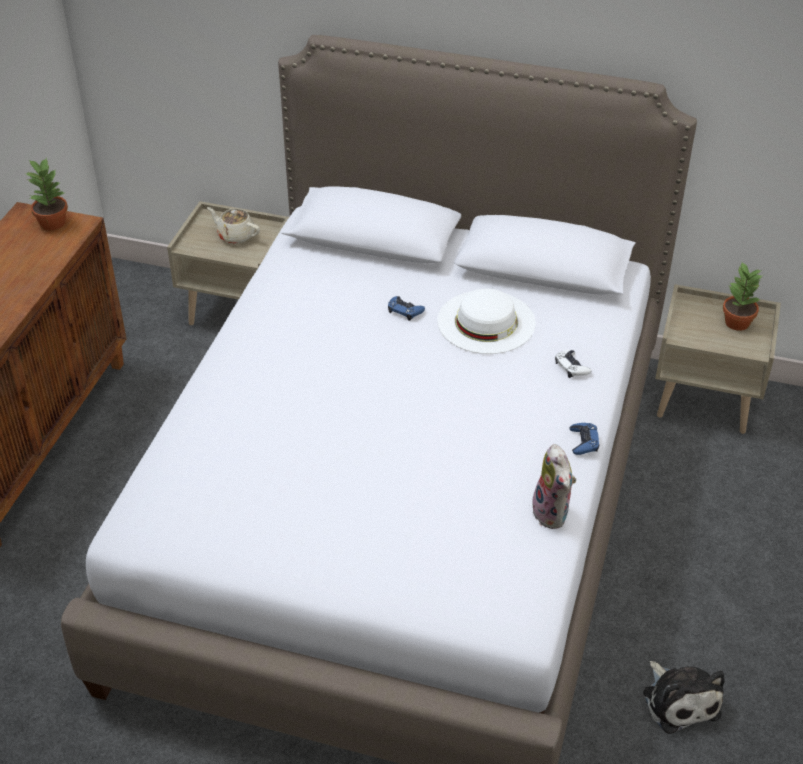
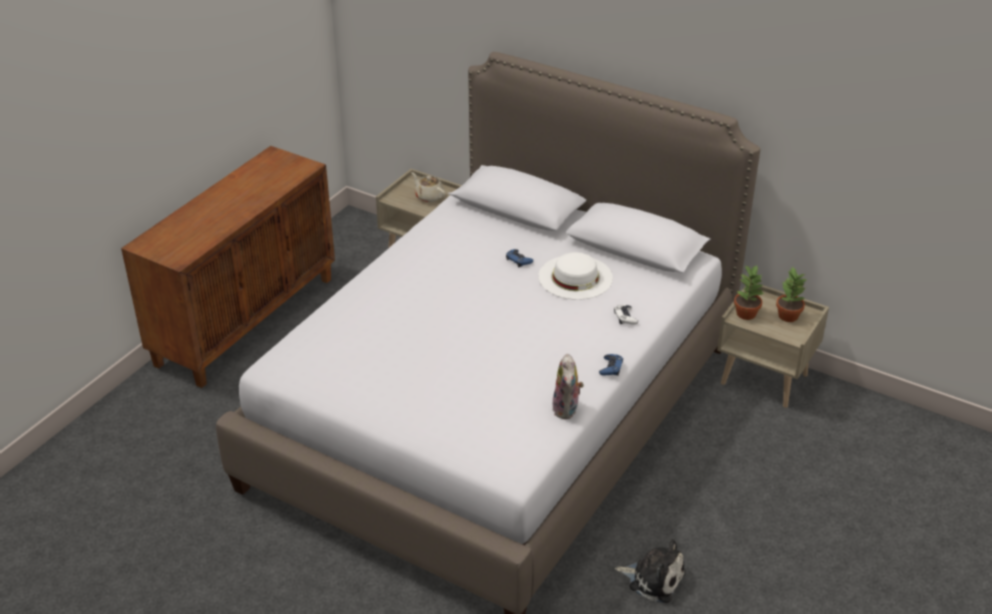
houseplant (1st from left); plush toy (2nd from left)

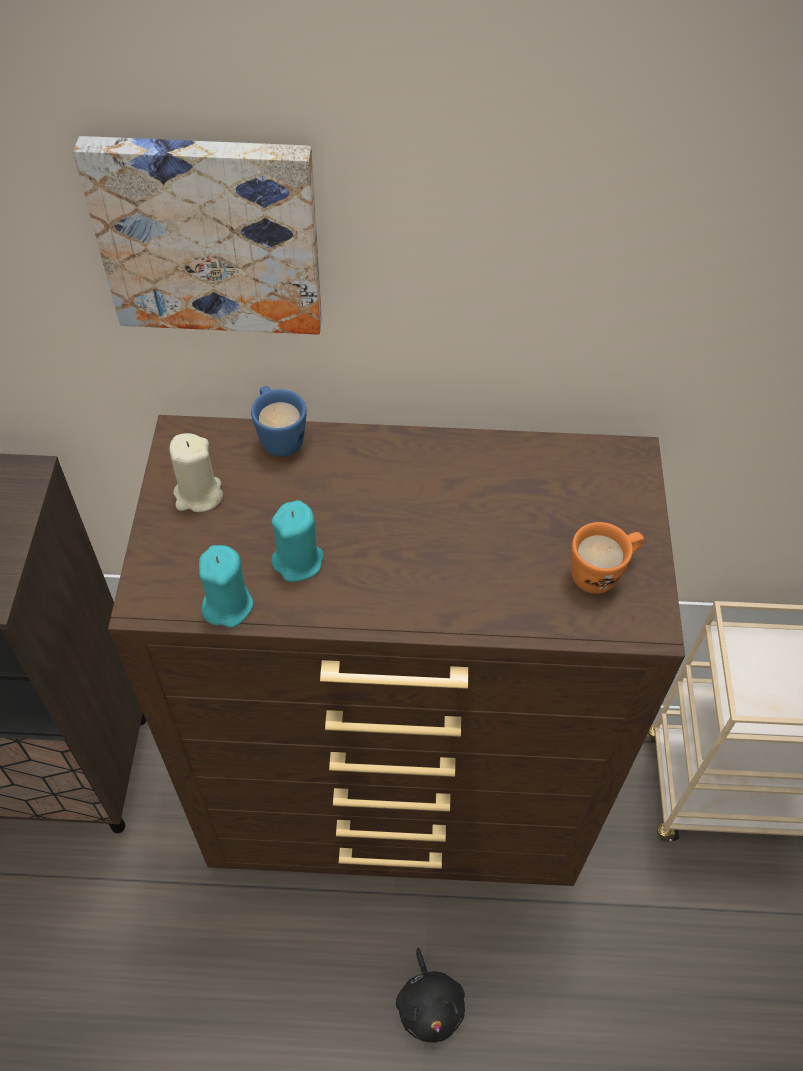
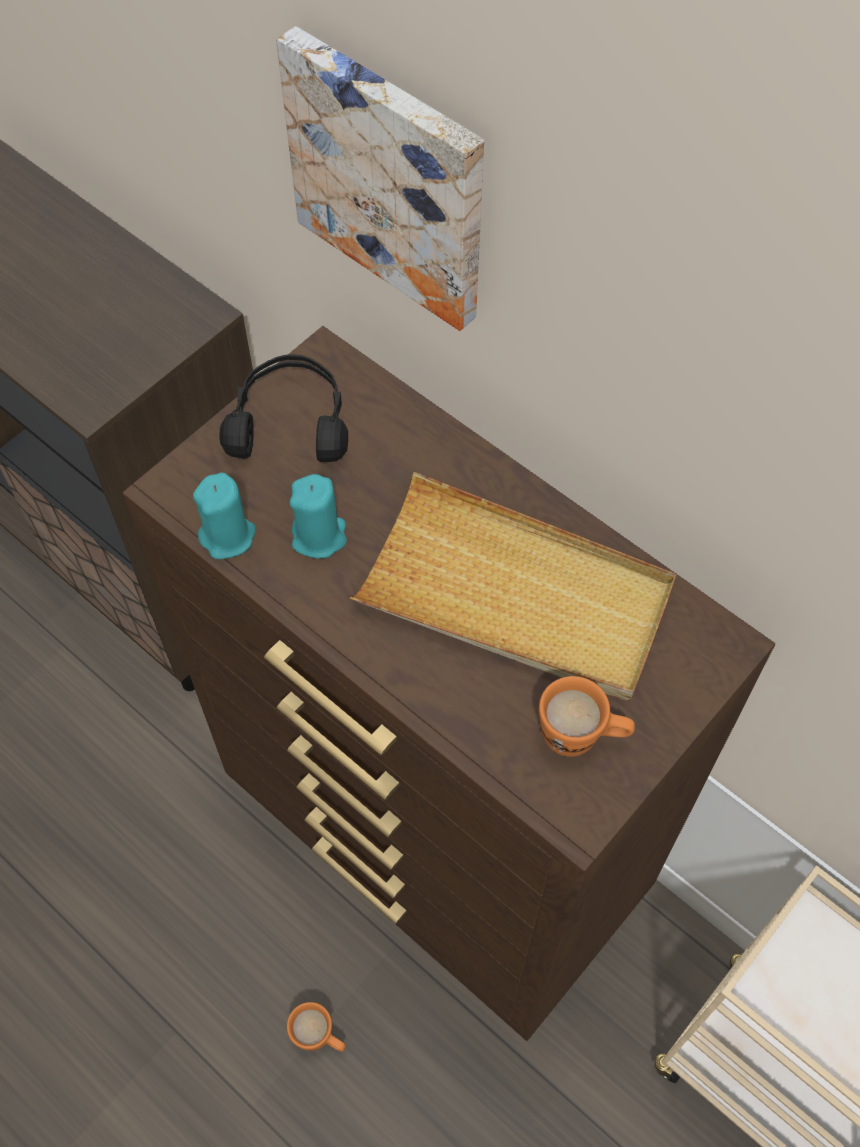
black-coloured headphones; blue tea mug; orange-coloured tea mug (1st from left); beige serving tray

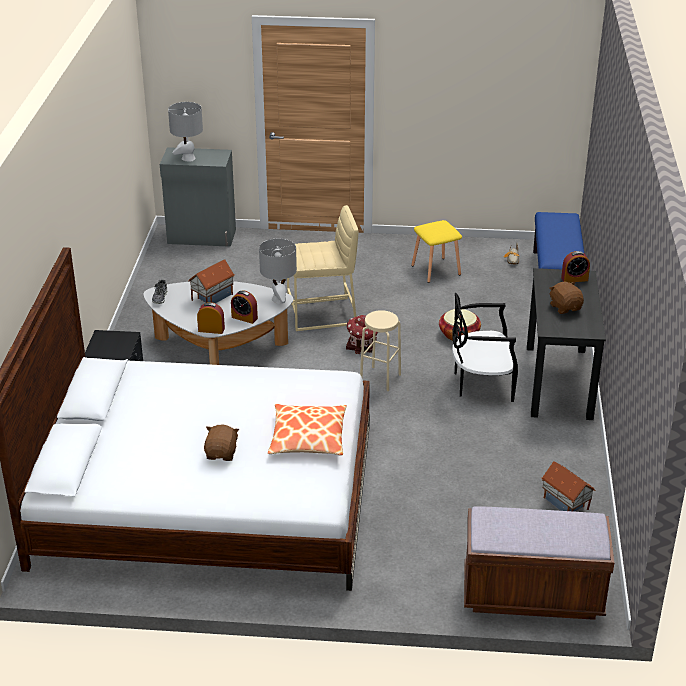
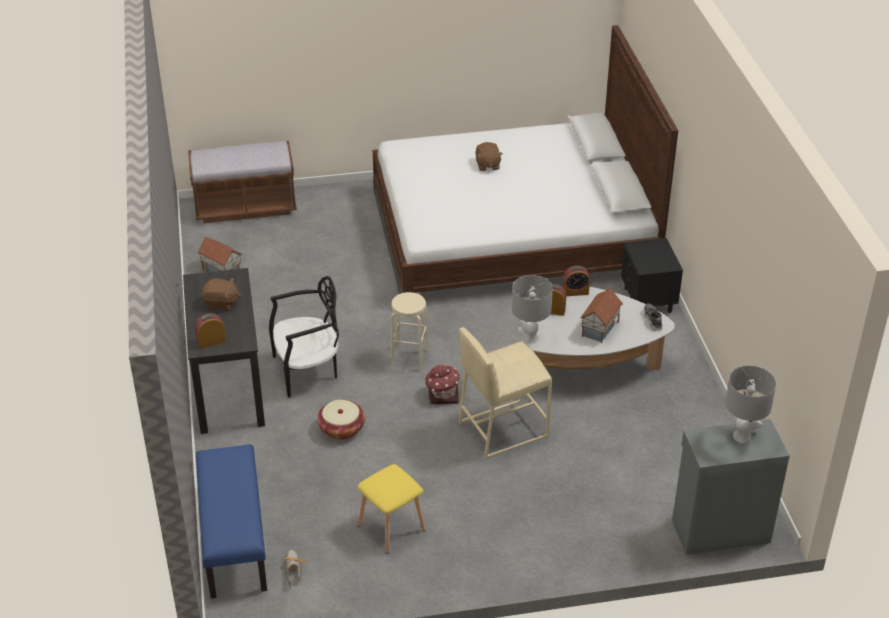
cushion; brownish plush toy (1st from left)

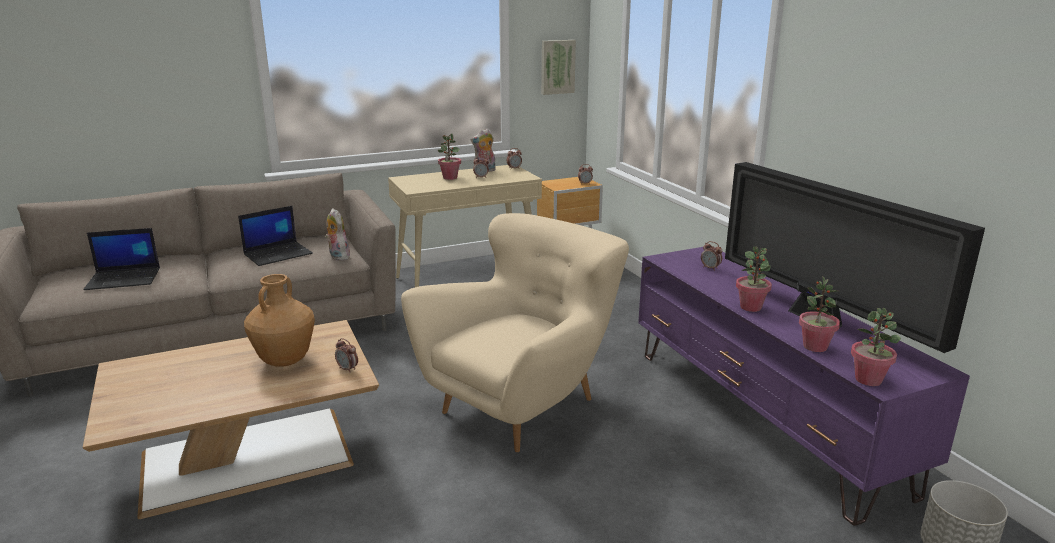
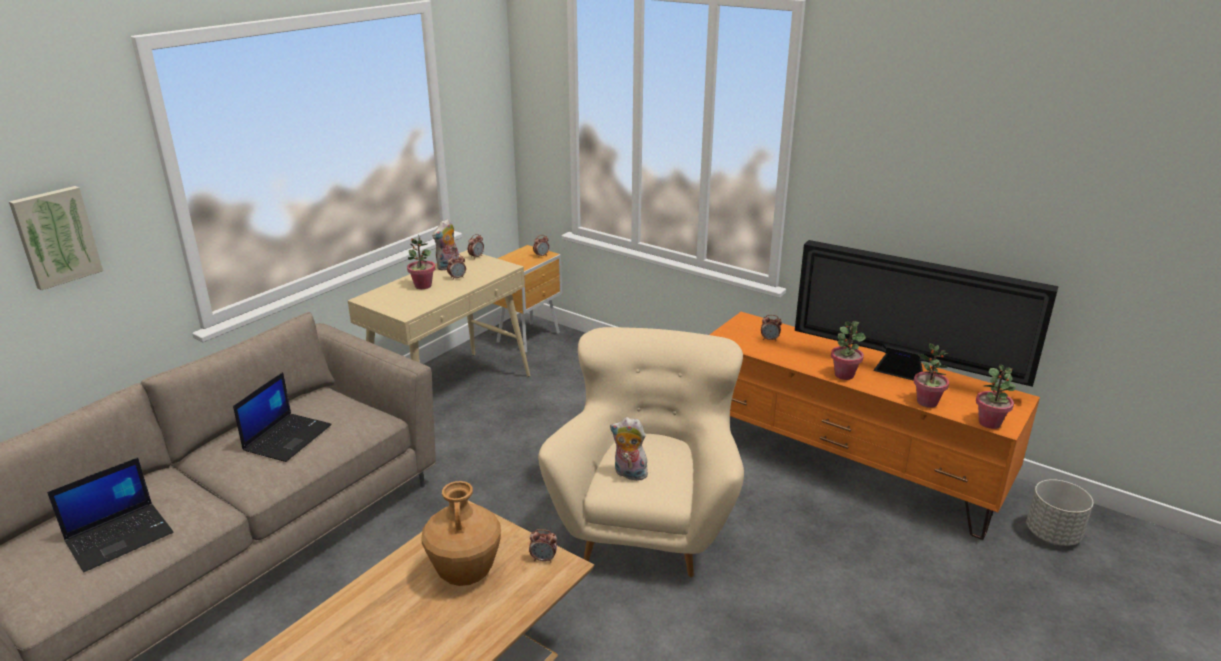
plush toy (2nd from left); wall picture; orange-coloured tv stand

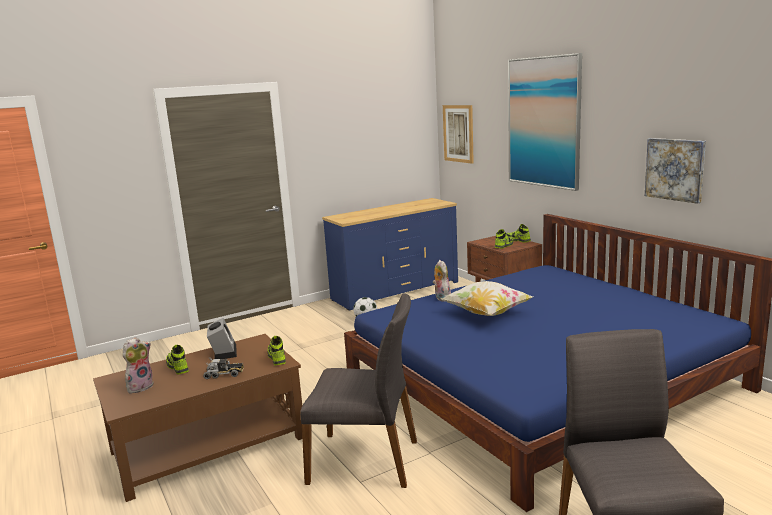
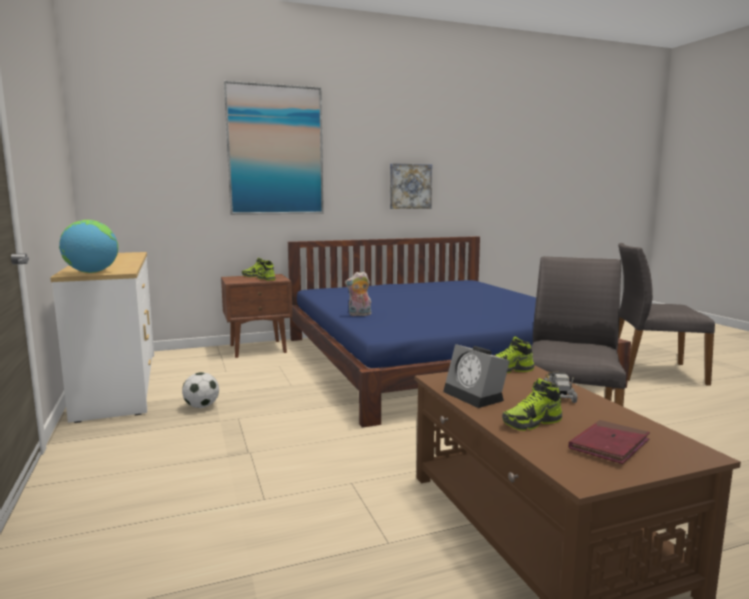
reddish volume; alarm clock; white-coloured dresser; cushion; wall picture (1st from left in the first image); globe

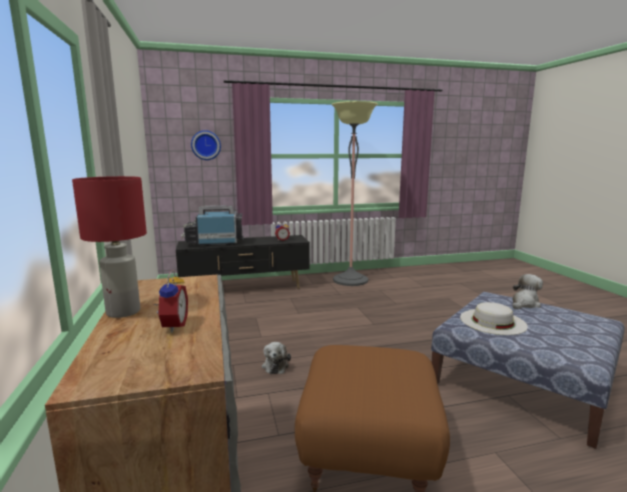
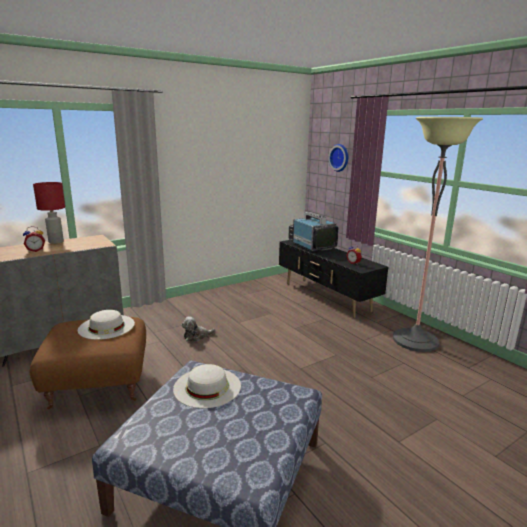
plush toy (2nd from left in the first image); white-coloured clothing hat (1st from left)

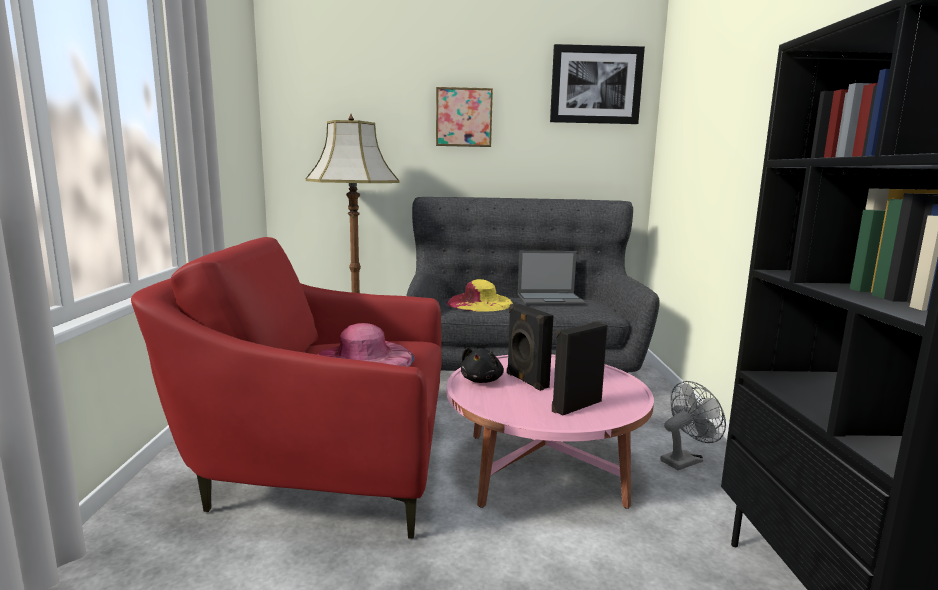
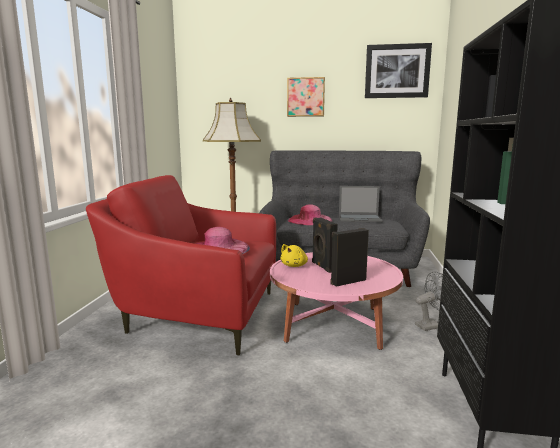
pink-coloured clothing hat (2nd from left); yellow-coloured plush toy

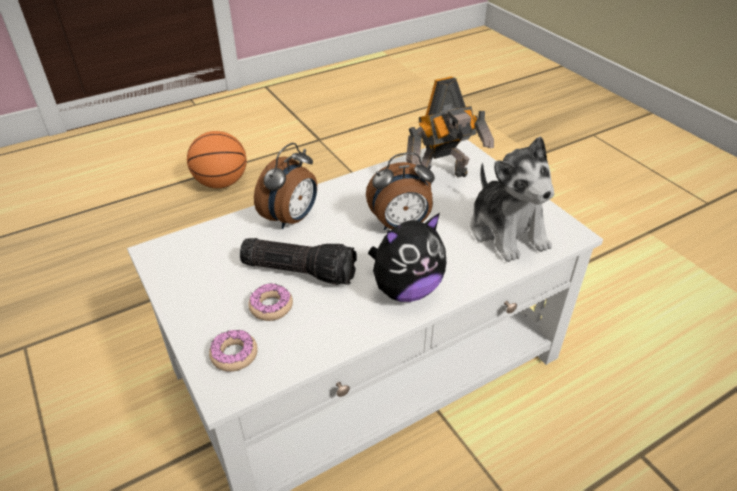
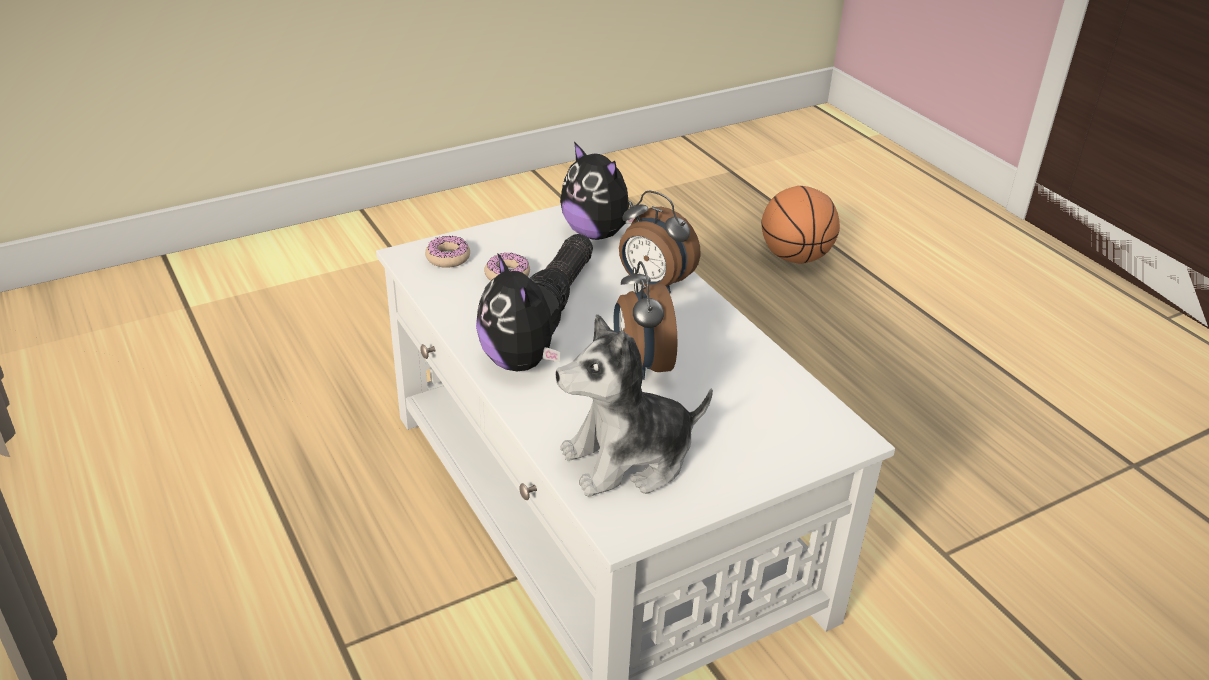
basketball ball; toy robot; plush toy (2nd from left)

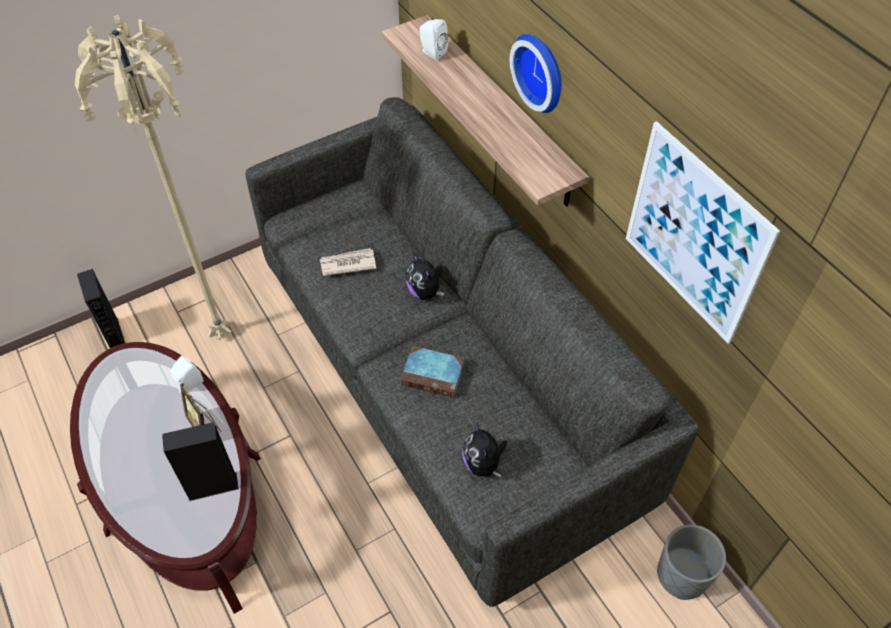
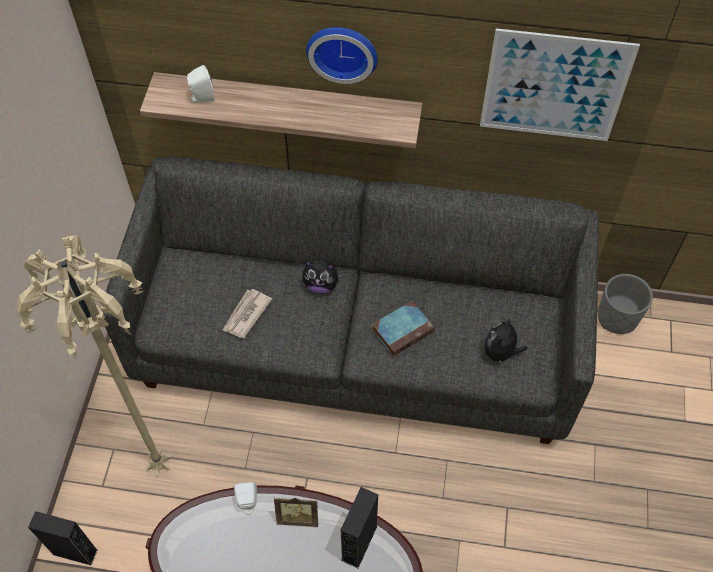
plush toy (2nd from left)

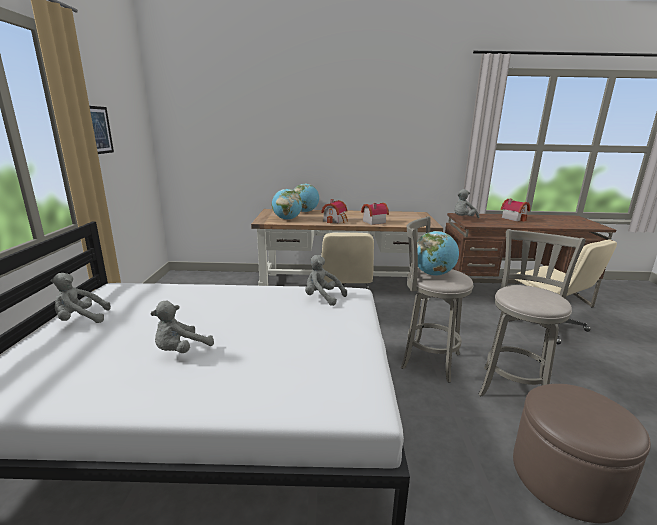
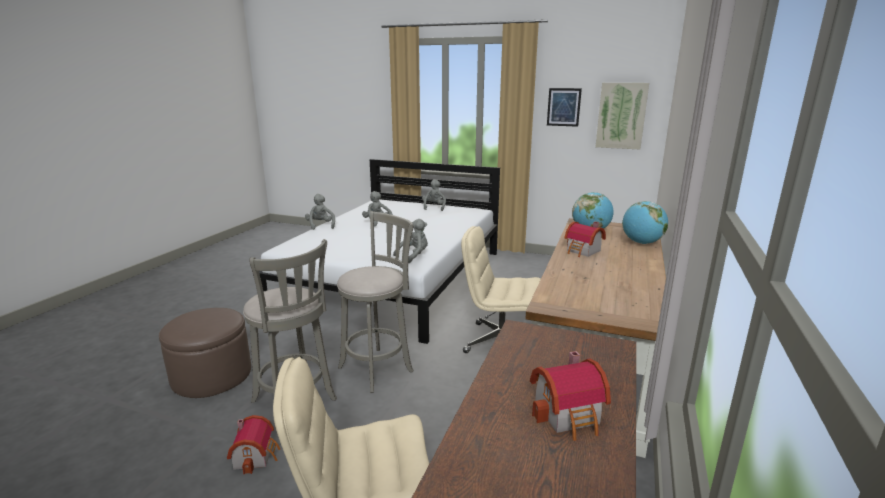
toy house (1st from left); globe (3rd from left in the first image); greyish plush toy (1st from left); wall picture (2nd from left)

